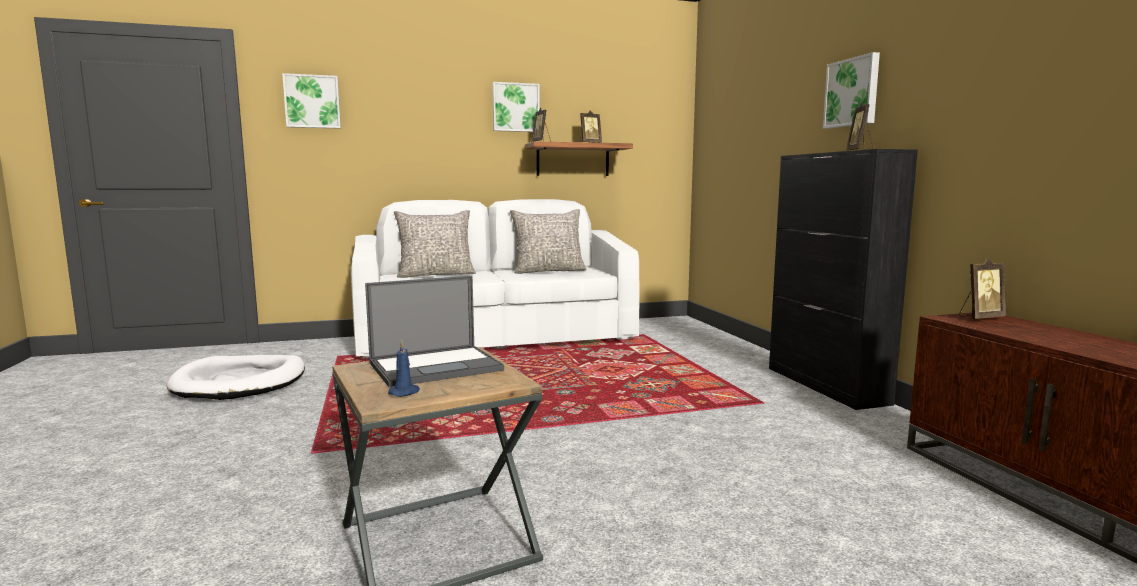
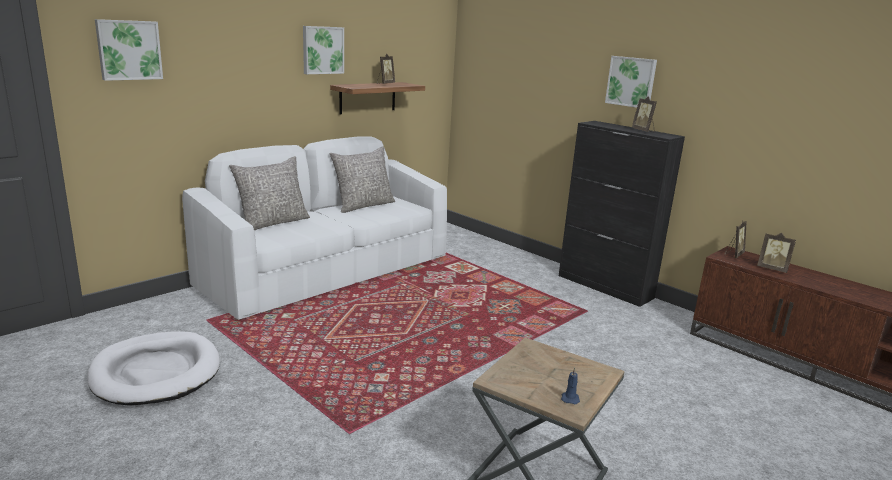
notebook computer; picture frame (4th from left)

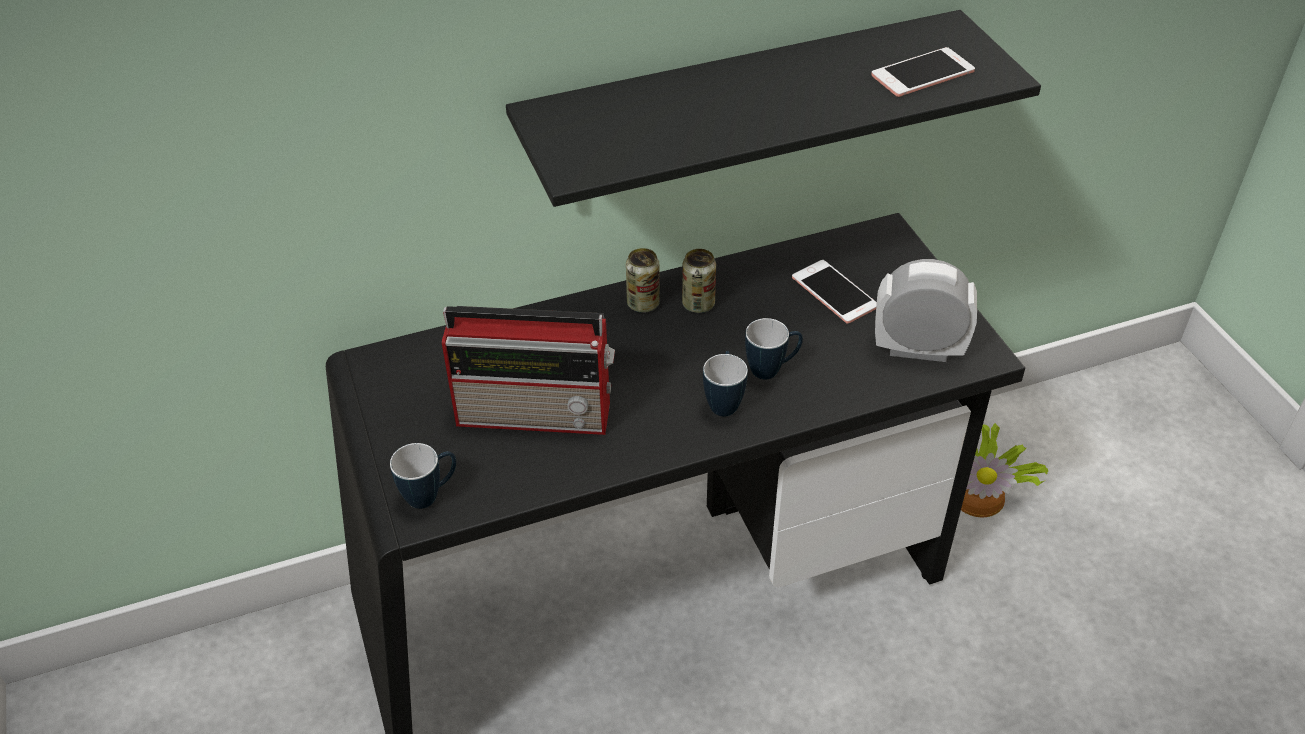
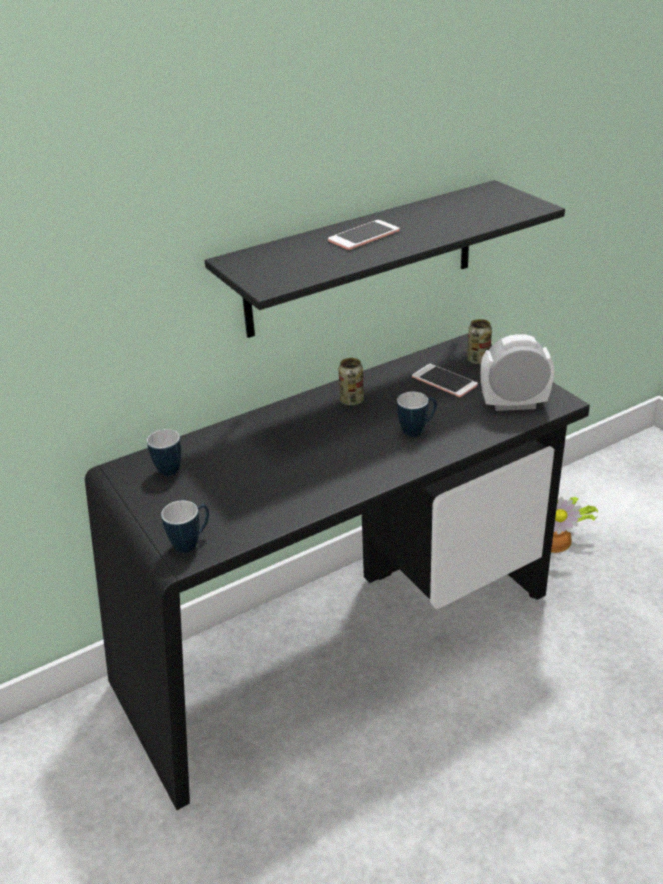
radio; can (2nd from left); tea mug (1st from left); handset (1st from left)

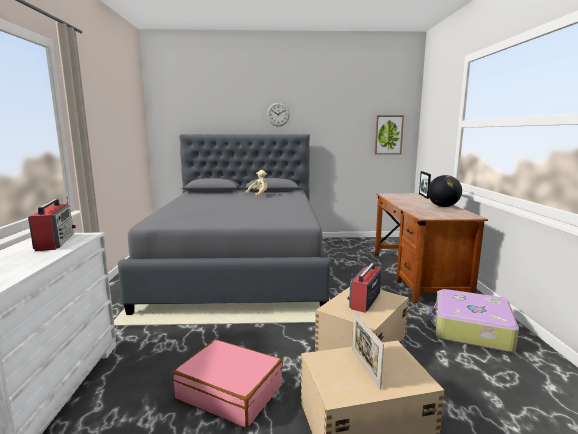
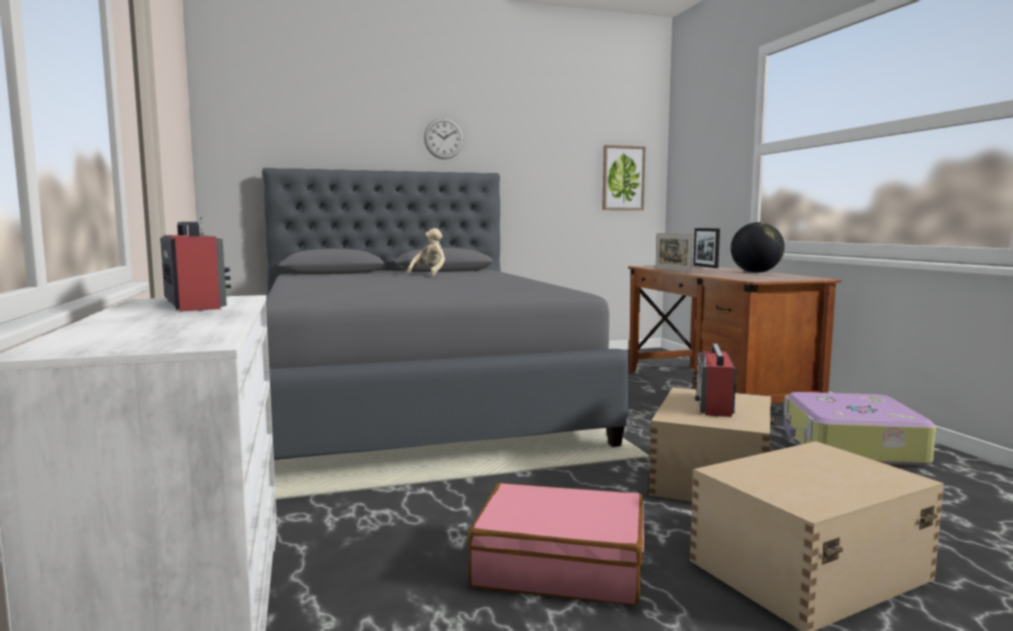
picture frame (1st from left)

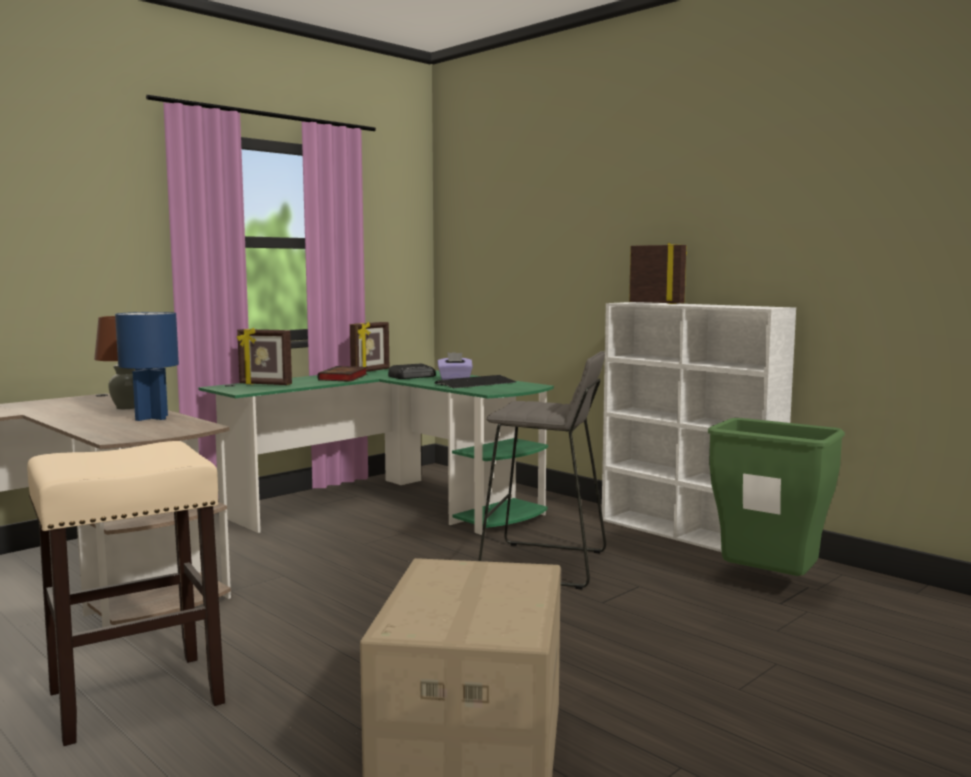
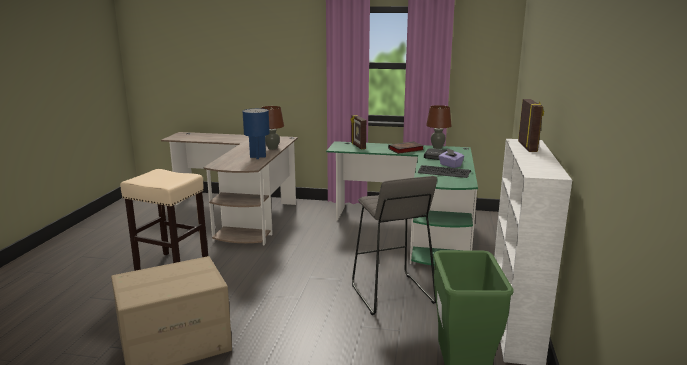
brownish table lamp (2nd from left)

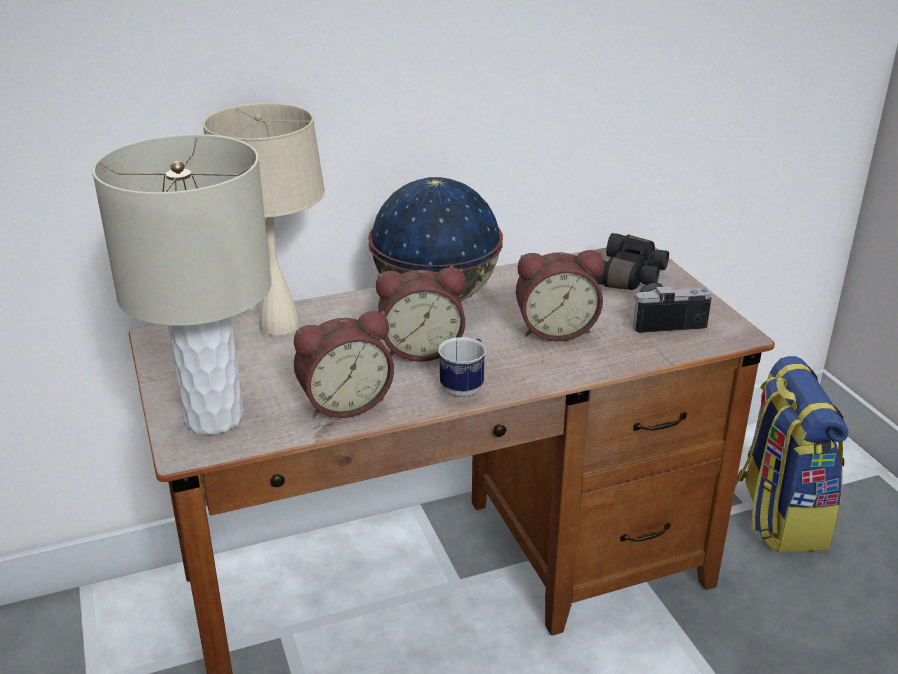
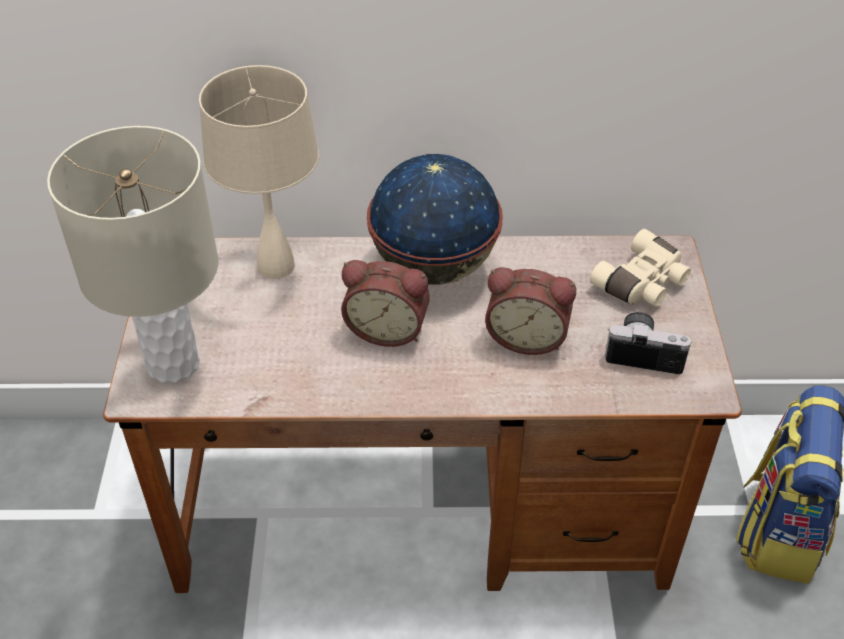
alarm clock (1st from left in the first image); tea mug; beige field glasses

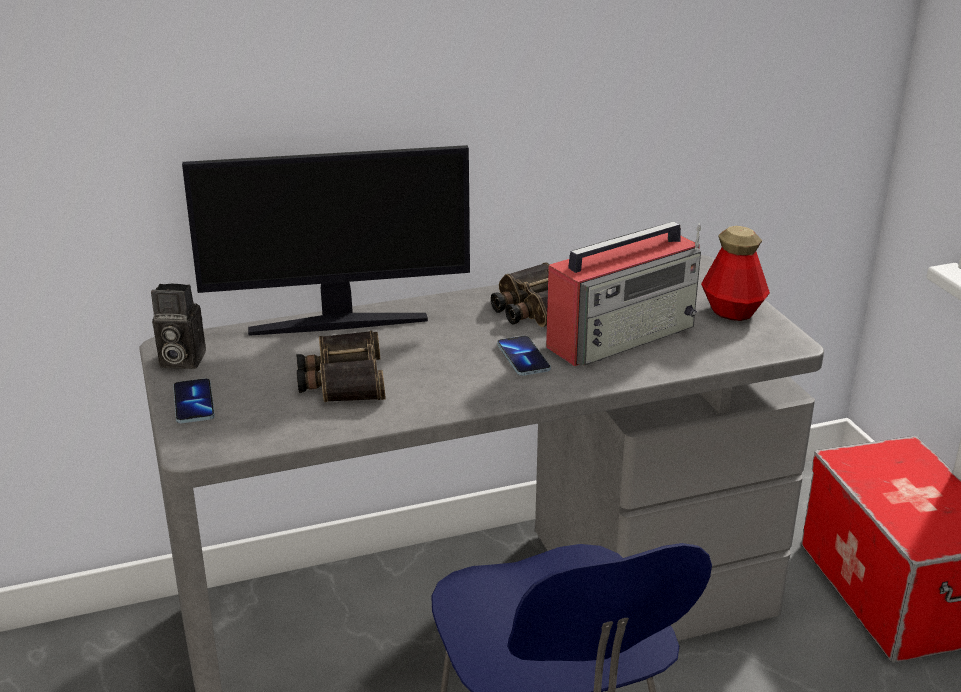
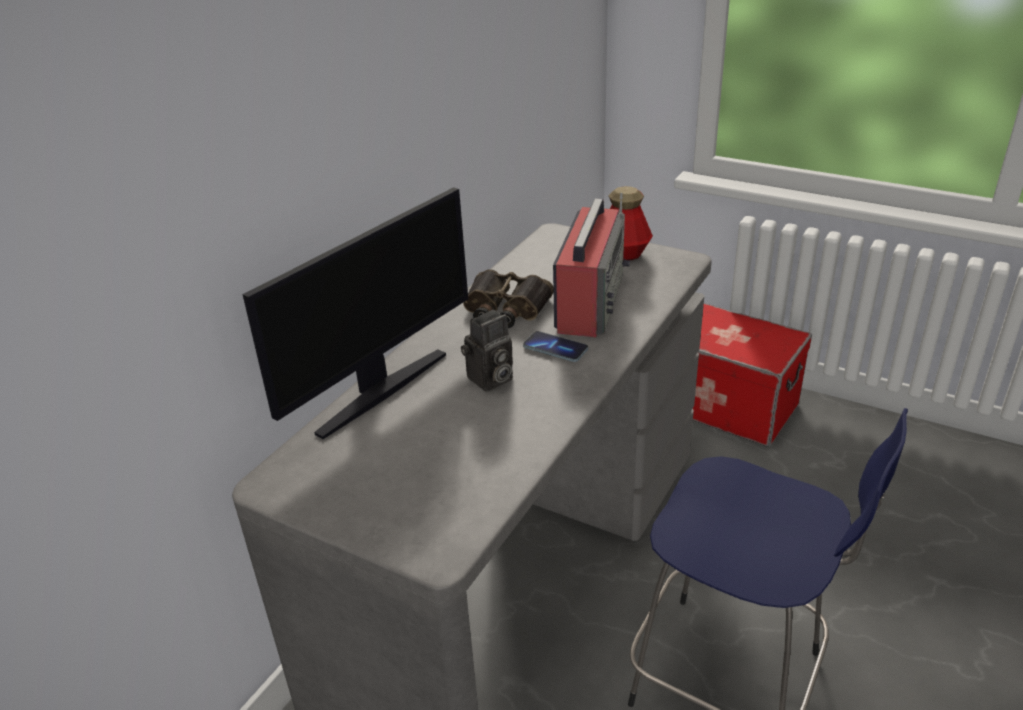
photo camera; handset (1st from left in the first image); field glasses (1st from left in the first image)

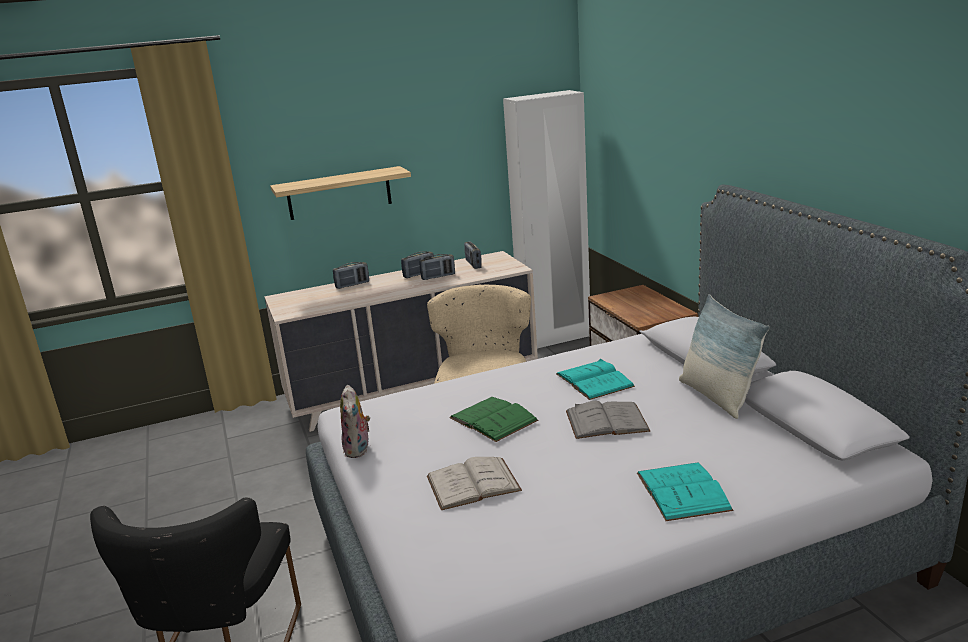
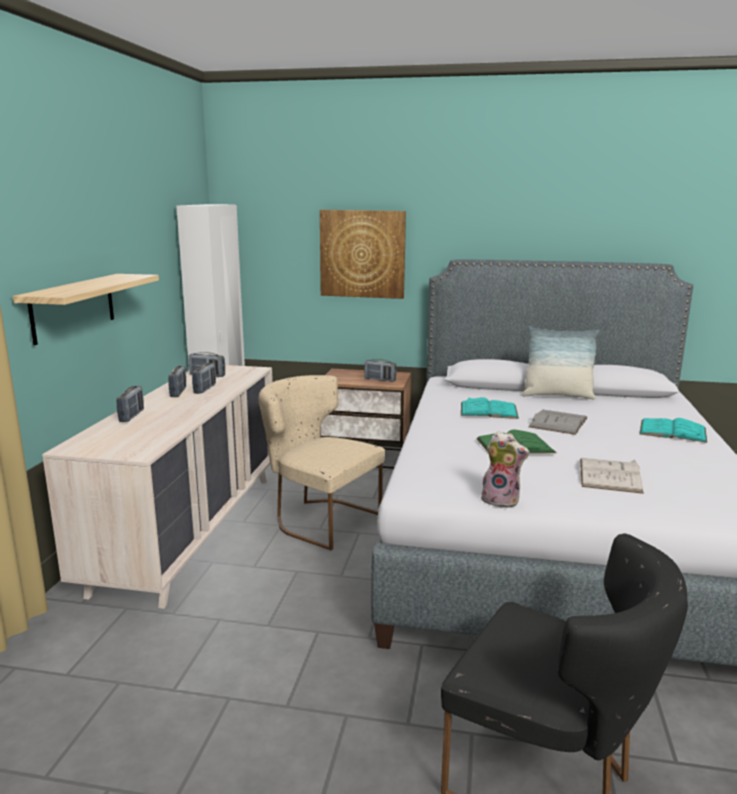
wall picture; radio (5th from left)

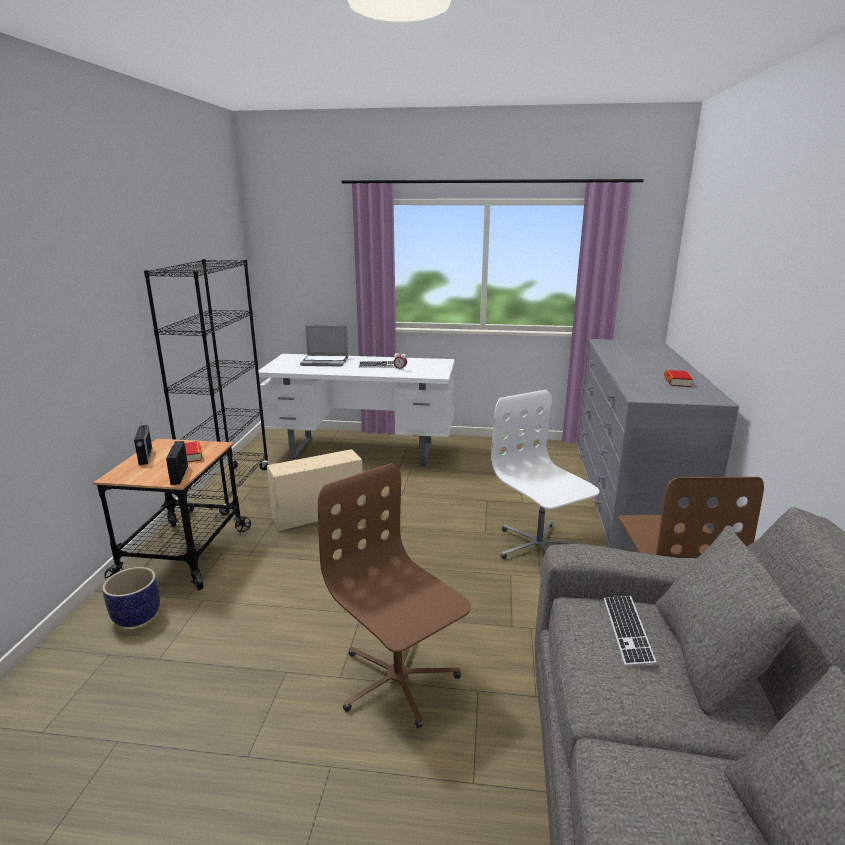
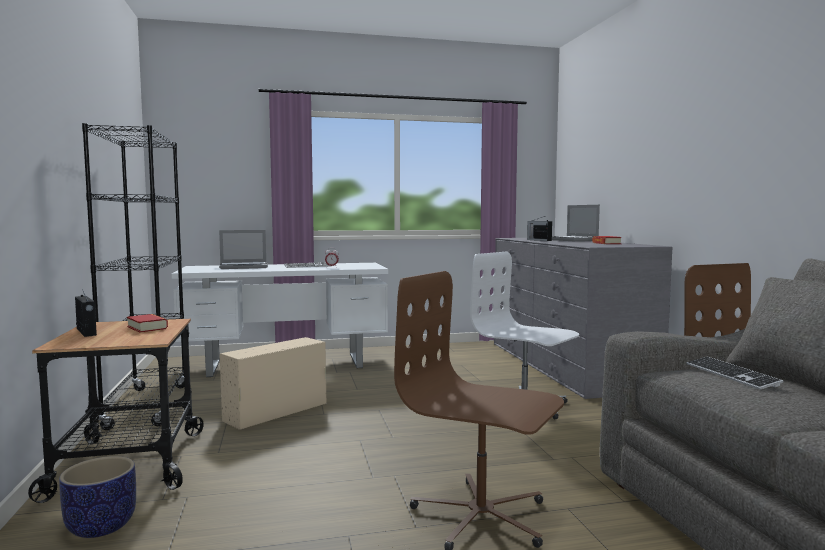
radio (2nd from left); notebook computer (2nd from left)

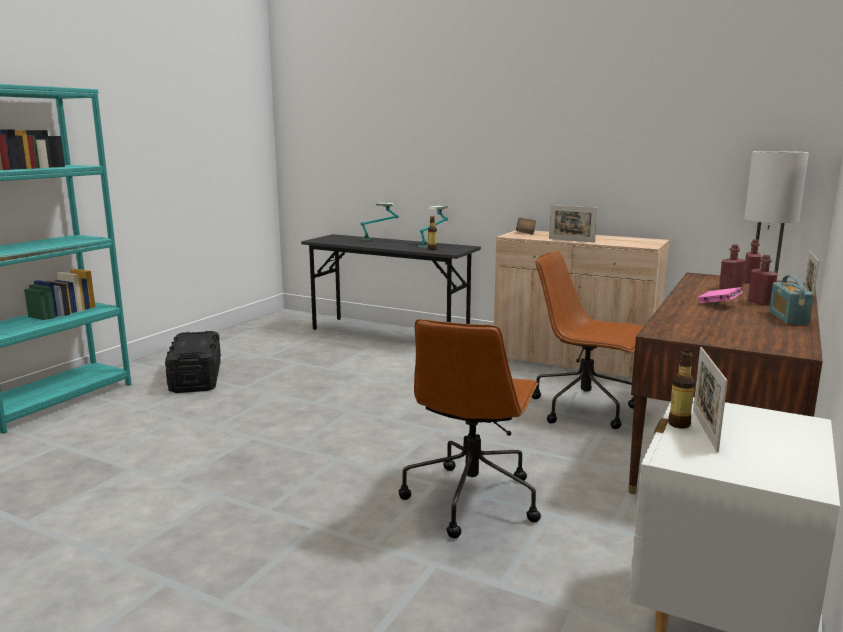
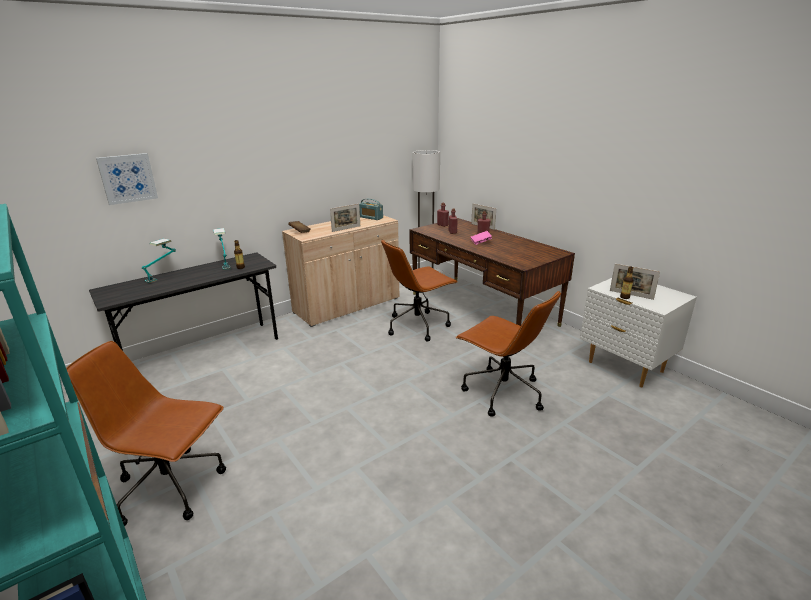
brownish office chair (1st from left); radio; wall picture

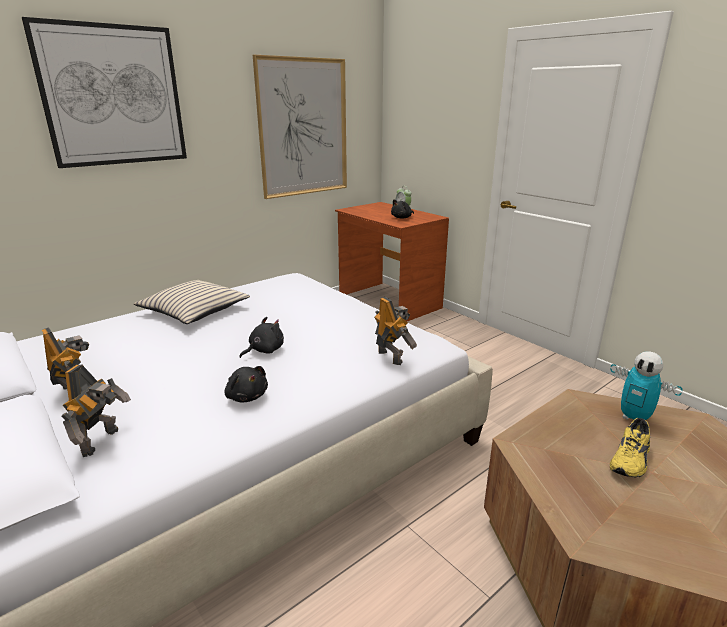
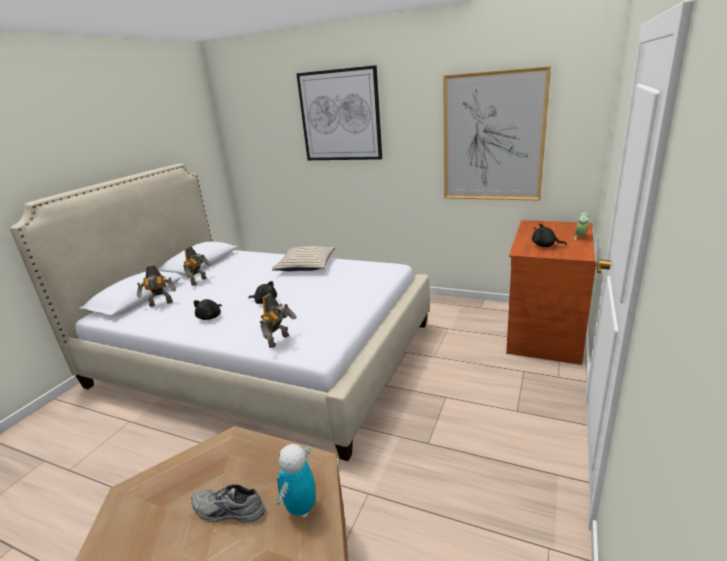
greyish shoe

